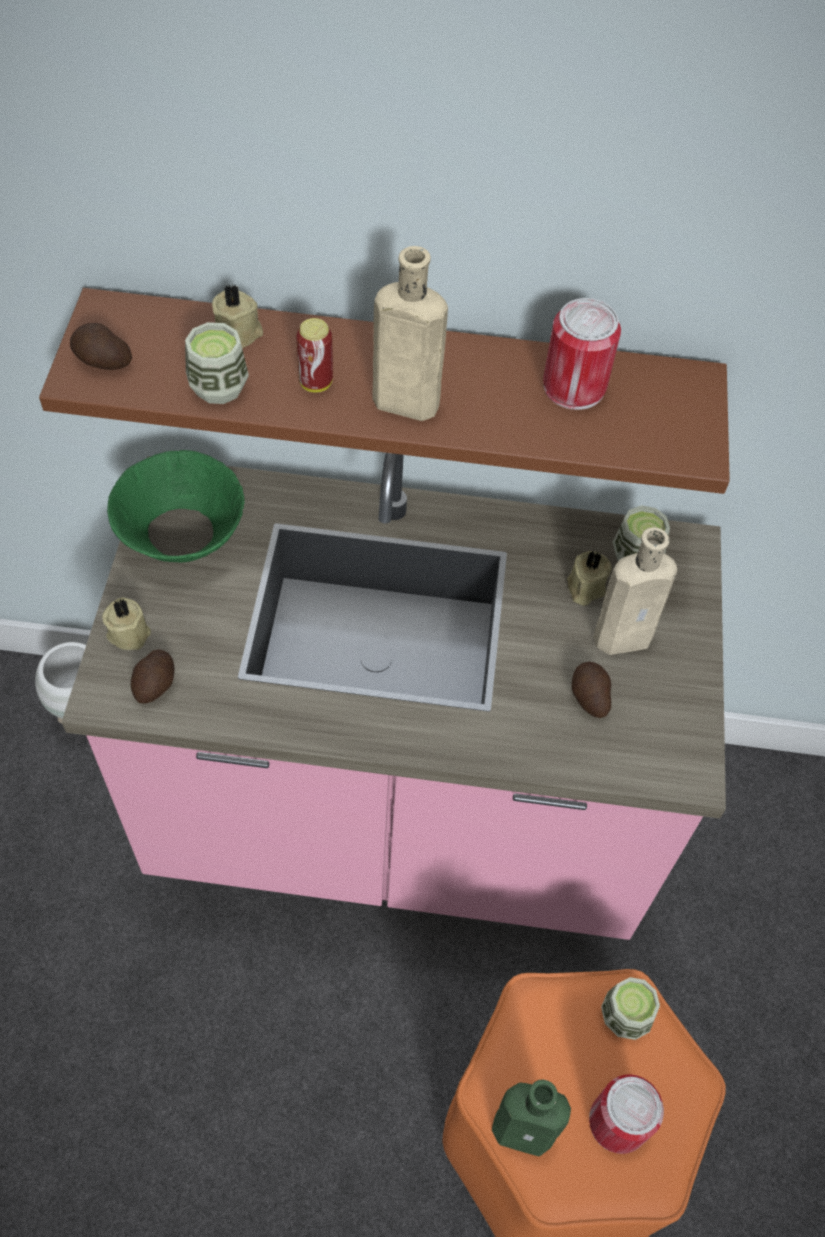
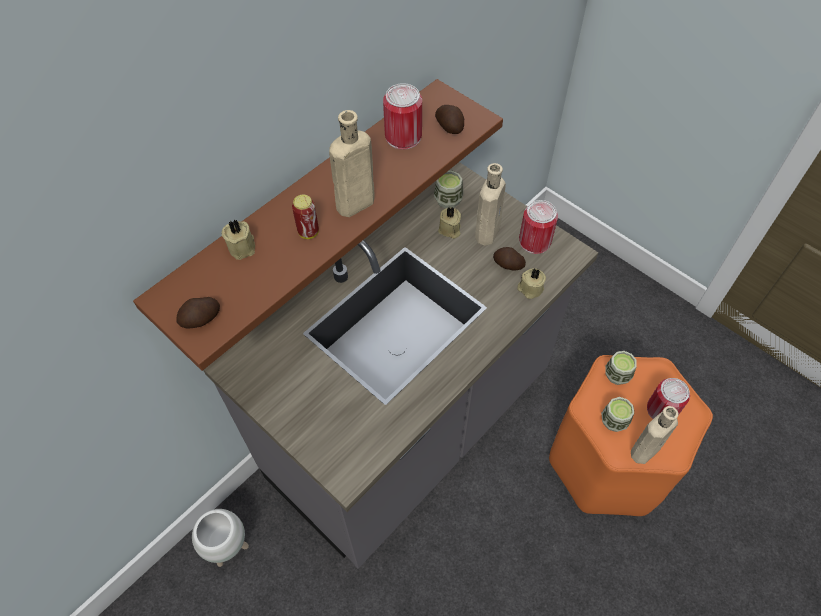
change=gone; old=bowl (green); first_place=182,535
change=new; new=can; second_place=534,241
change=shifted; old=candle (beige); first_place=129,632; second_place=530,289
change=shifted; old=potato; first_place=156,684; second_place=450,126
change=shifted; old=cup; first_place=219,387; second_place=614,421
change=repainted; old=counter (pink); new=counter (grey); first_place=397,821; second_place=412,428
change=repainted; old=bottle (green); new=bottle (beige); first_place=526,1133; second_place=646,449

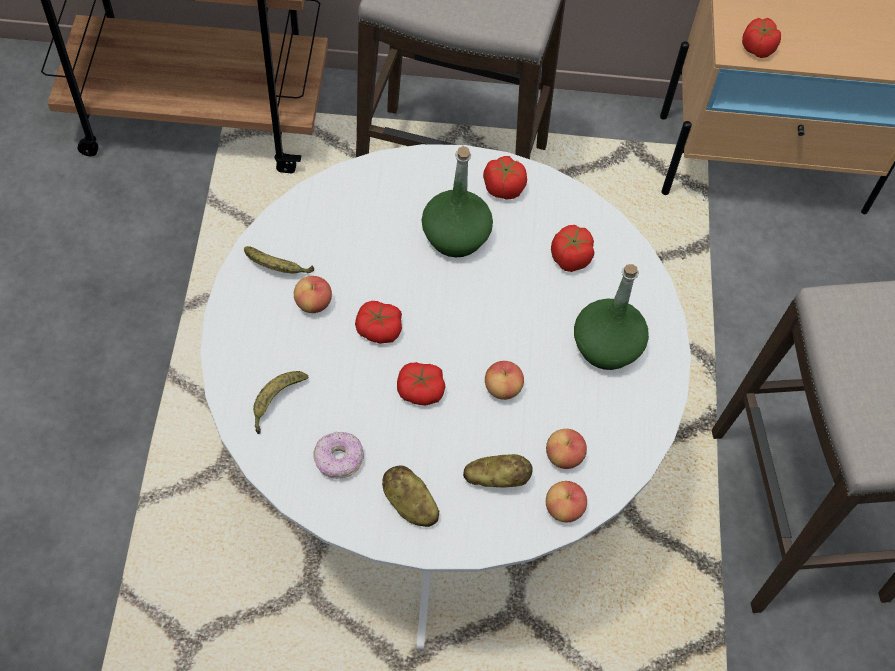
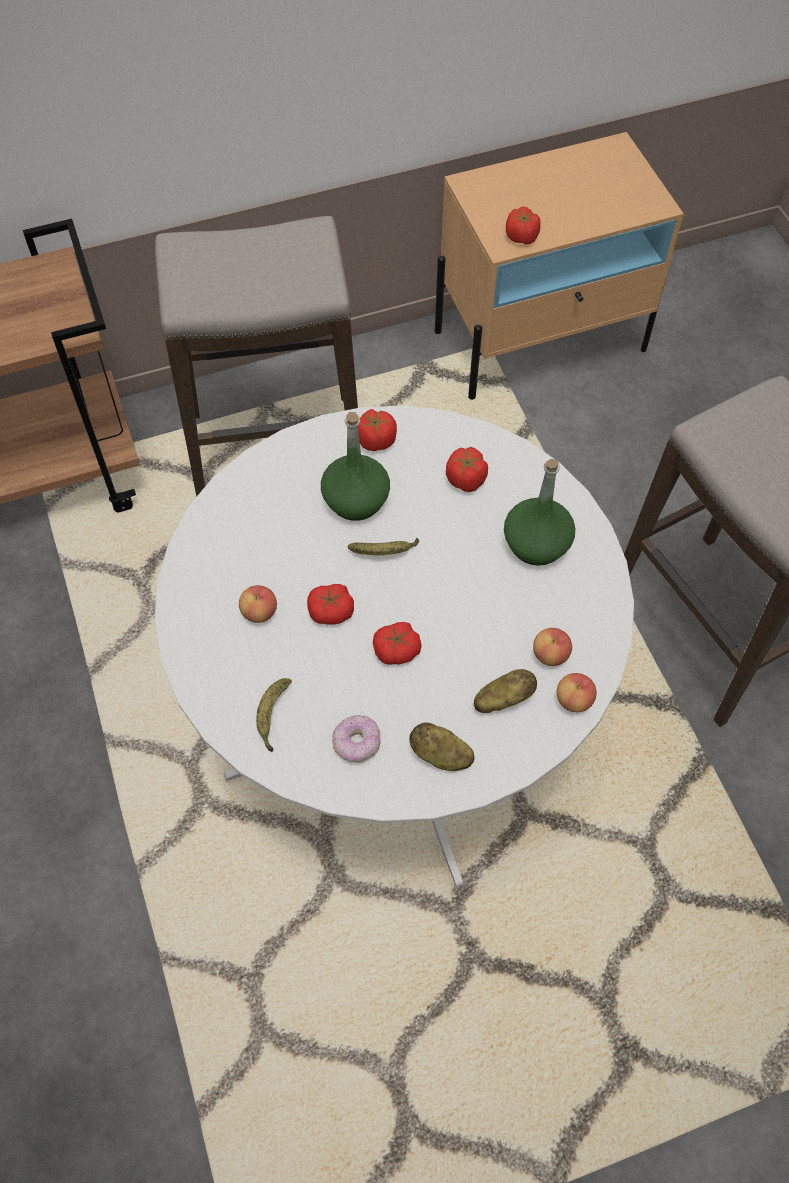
change=gone; old=apple; first_place=502,388
change=shifted; old=banana; first_place=277,268; second_place=385,552

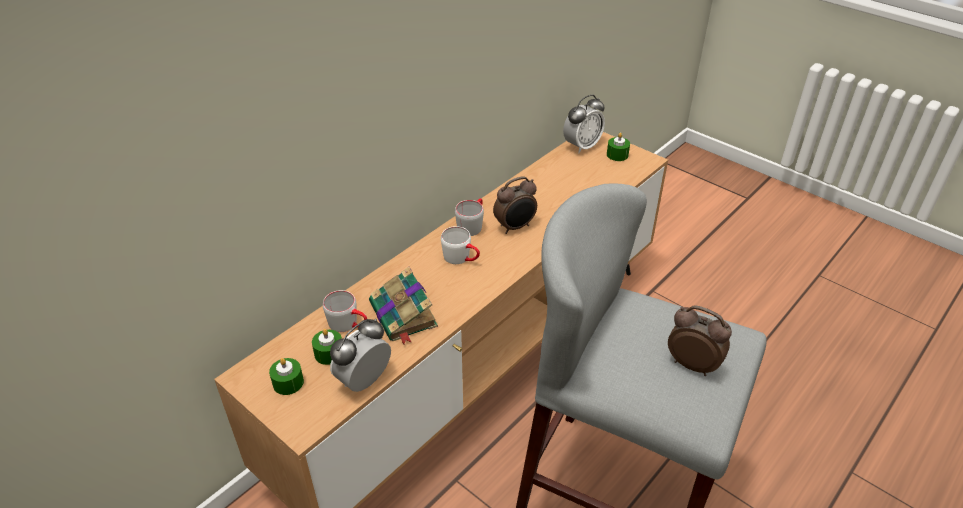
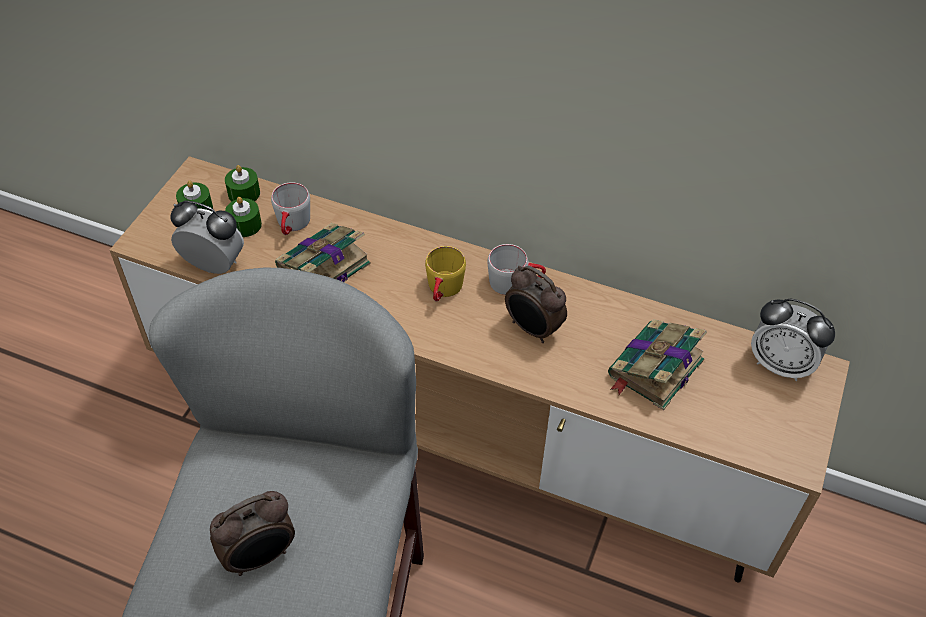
change=new; new=book; second_place=654,369
change=shifted; old=candle (green); first_place=617,155; second_place=244,193
change=repainted; old=mug (white); new=mug (yellow); first_place=462,258; second_place=443,291
change=rotated; old=alarm clock; first_place=692,364; second_place=260,557; degrees=45

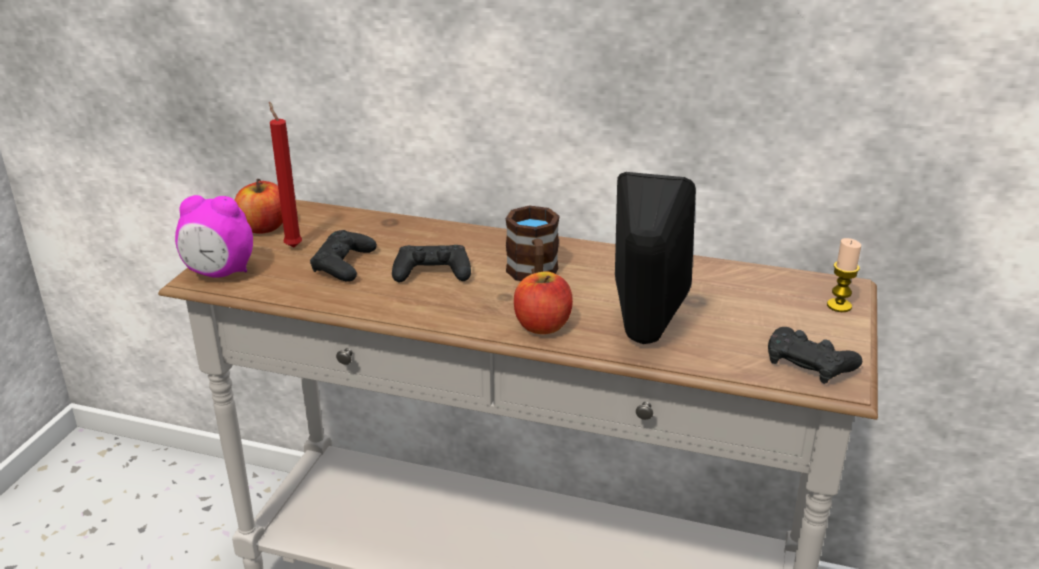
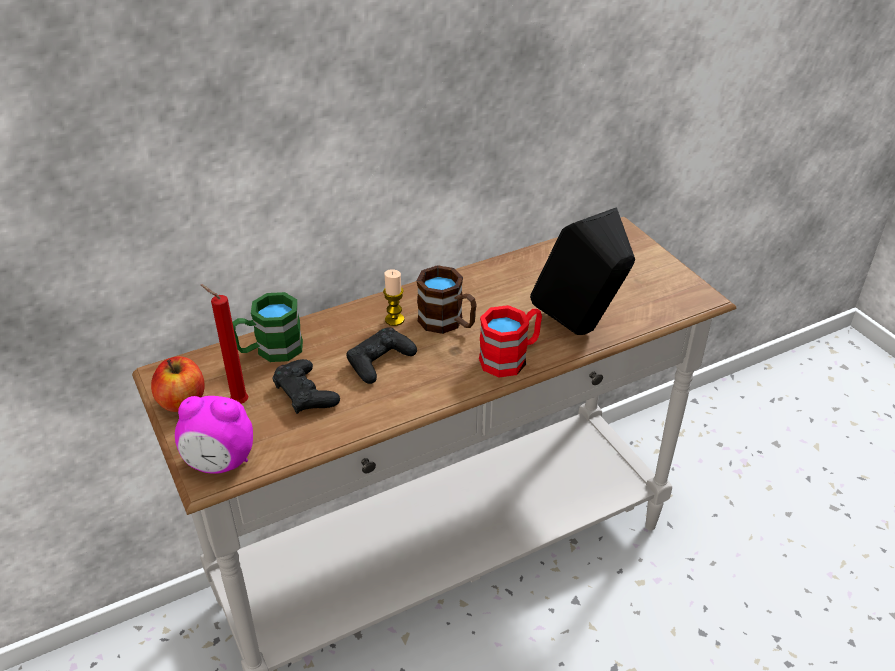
change=gone; old=game controller (black); first_place=809,363
change=new; new=mug (green); second_place=270,350
change=shifted; old=candle; first_place=839,306; second_place=394,320
change=swapped; old=apple; new=mug (red); first_place=542,325; second_place=511,357
change=rotated; old=alarm clock; first_place=219,273; second_place=220,463; degrees=45

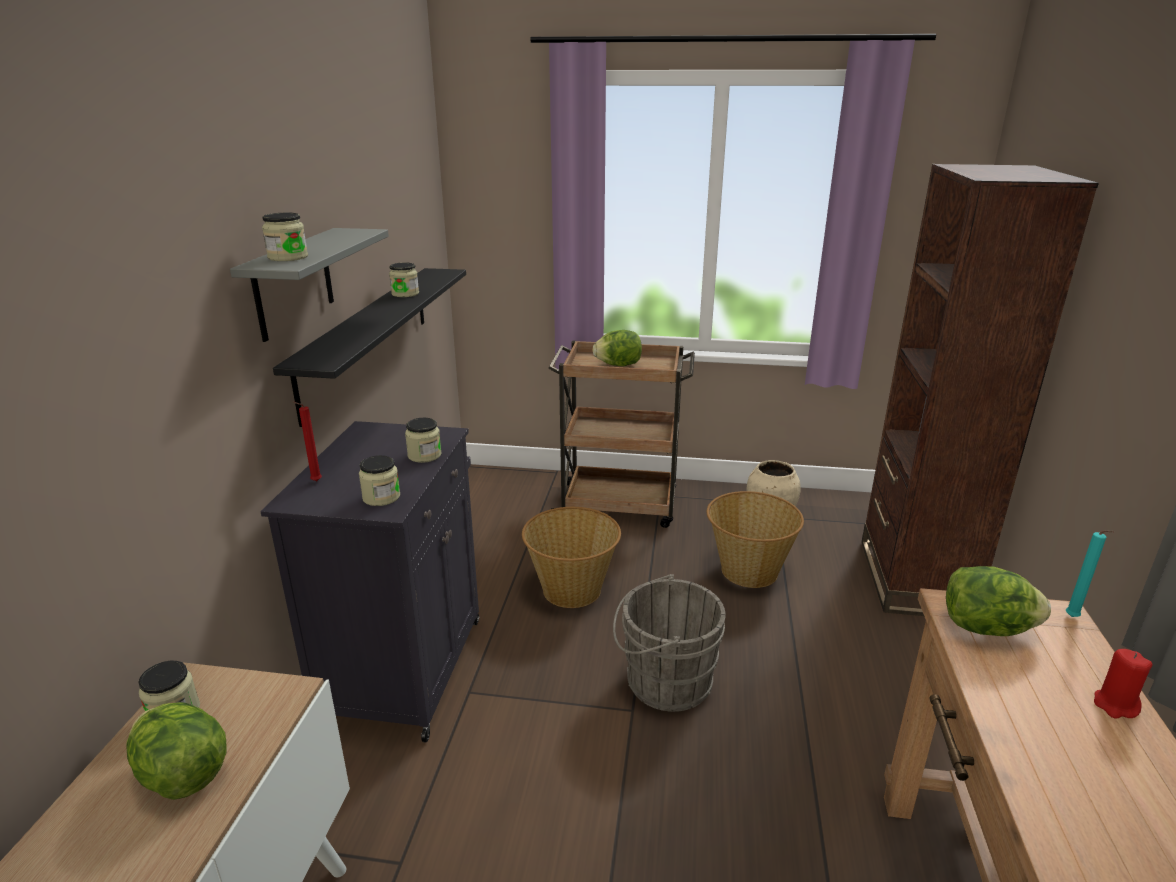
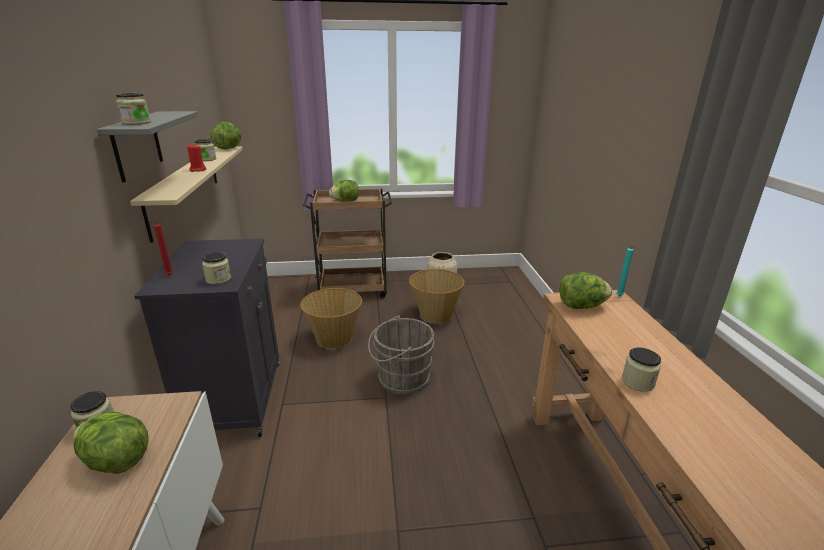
change=gone; old=bookcase (brown); first_place=914,578
change=new; new=lettuce; second_place=229,148
change=shifted; old=jar; first_place=424,455; second_place=637,382
change=shifted; old=candle (red); first_place=1115,705; second_place=197,170
change=repainted; old=shelf (black); new=shelf (beige); first_place=368,337; second_place=185,187

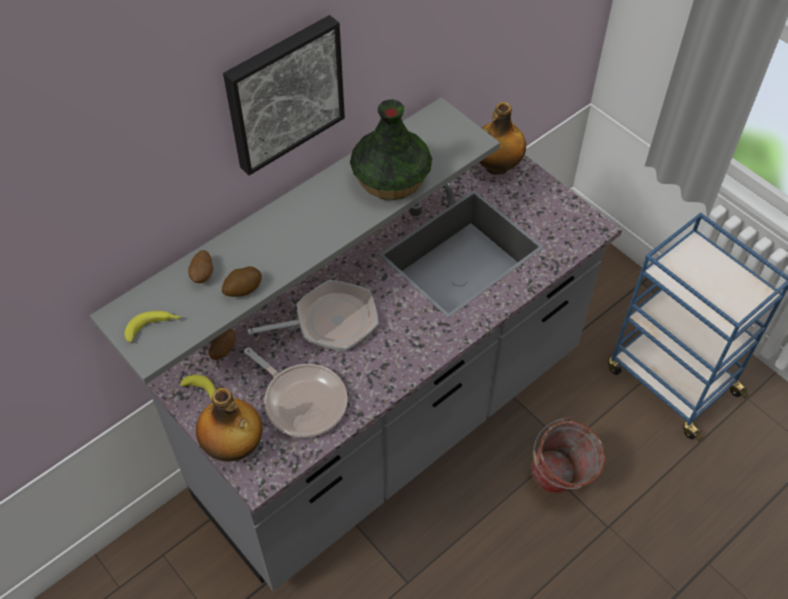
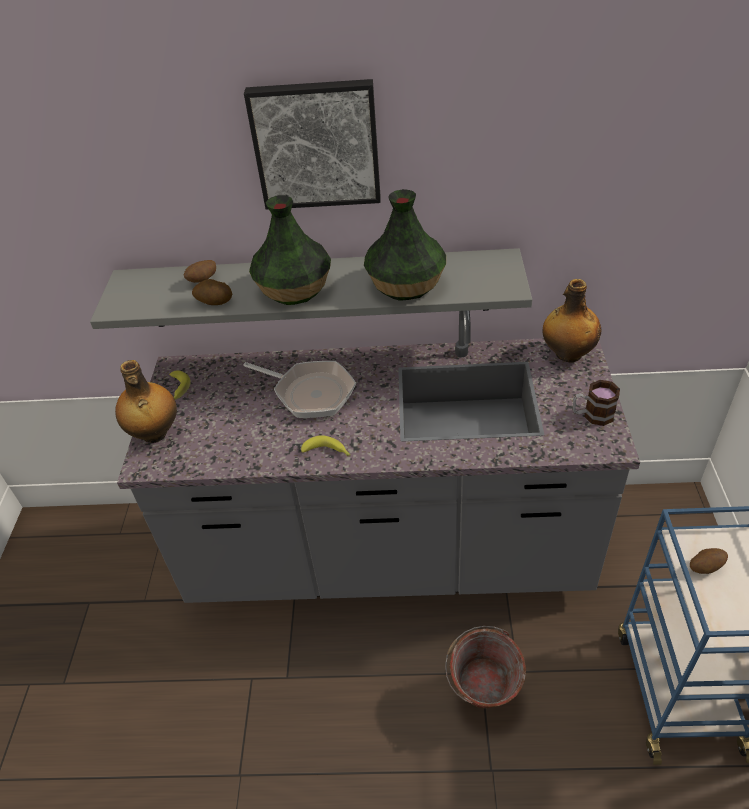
change=gone; old=frying pan; first_place=302,401
change=new; new=vase; second_place=294,289
change=new; new=mug; second_place=592,415
change=shifted; old=banana; first_place=154,327; second_place=328,452
change=shifted; old=potato; first_place=223,350; second_place=705,567

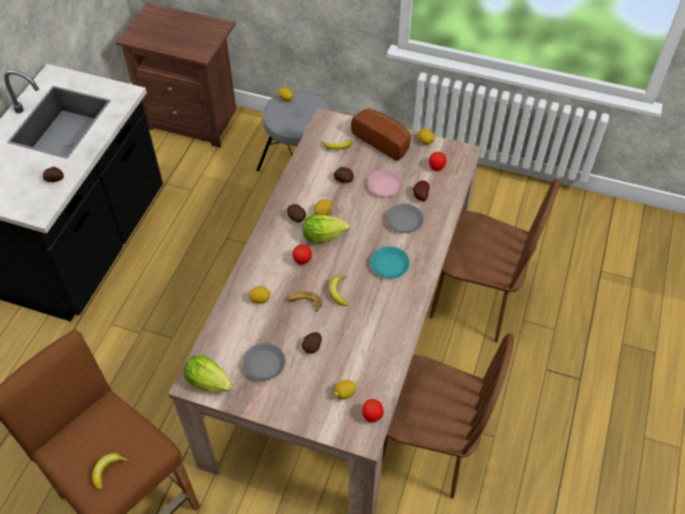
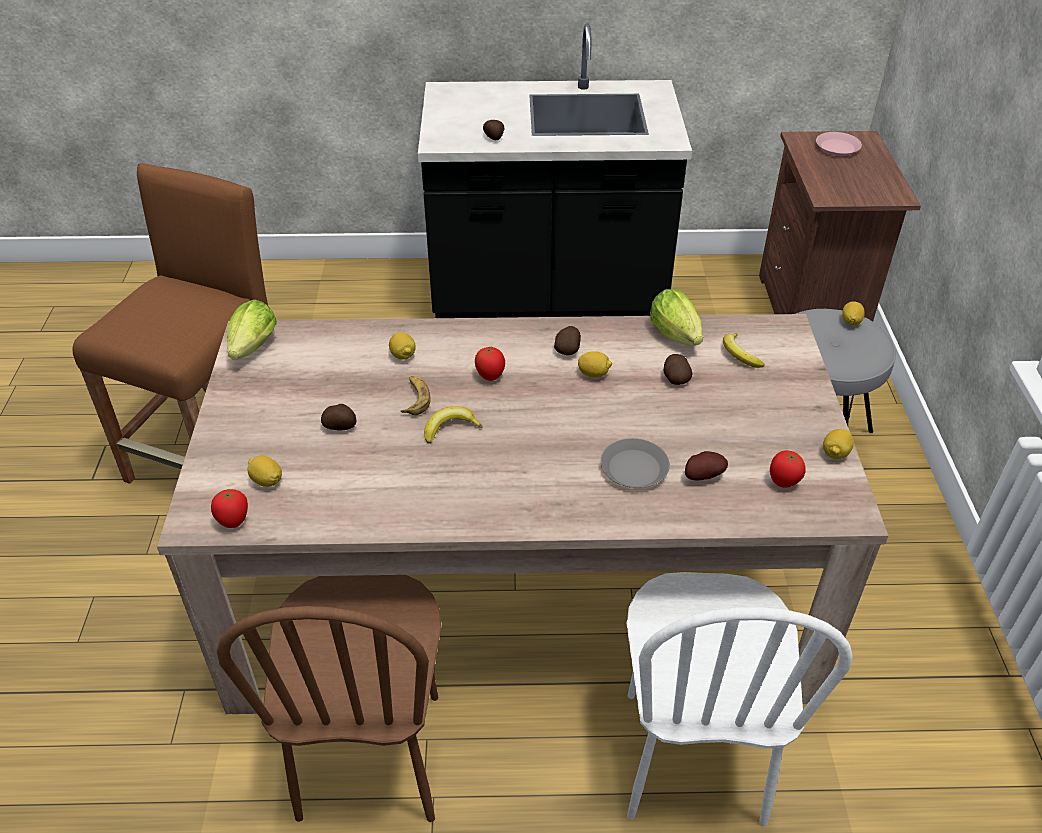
change=gone; old=banana; first_place=108,470
change=gone; old=plate (grey); first_place=264,364
change=gone; old=bread; first_place=383,140
change=gone; old=plate (turquoise); first_place=389,265
change=shifted; old=lettuce; first_place=326,236; second_place=677,337
change=shifted; old=plate (pink); first_place=385,186; second_place=837,148
change=repainted; old=chair (brown); new=chair (white); first_place=473,304; second_place=691,756

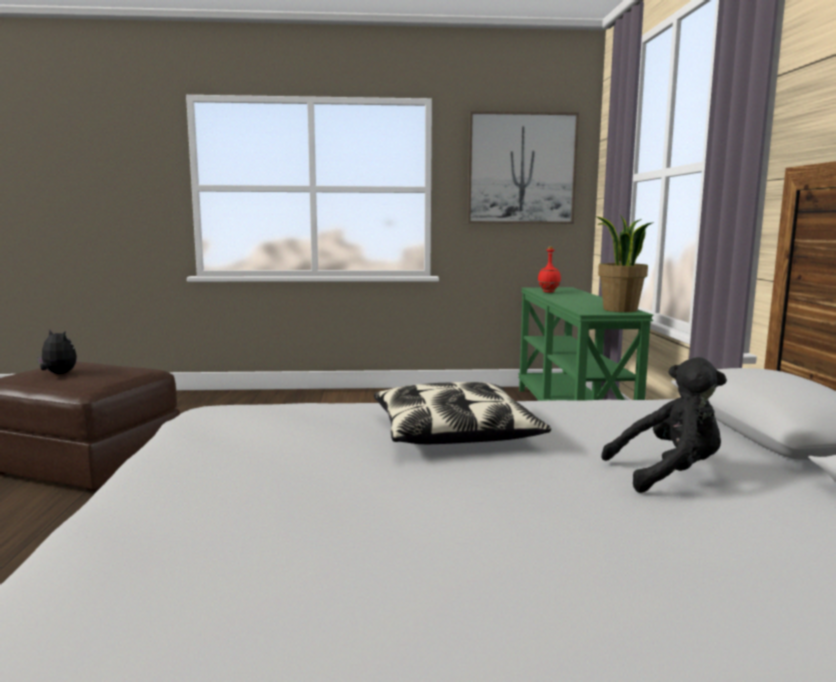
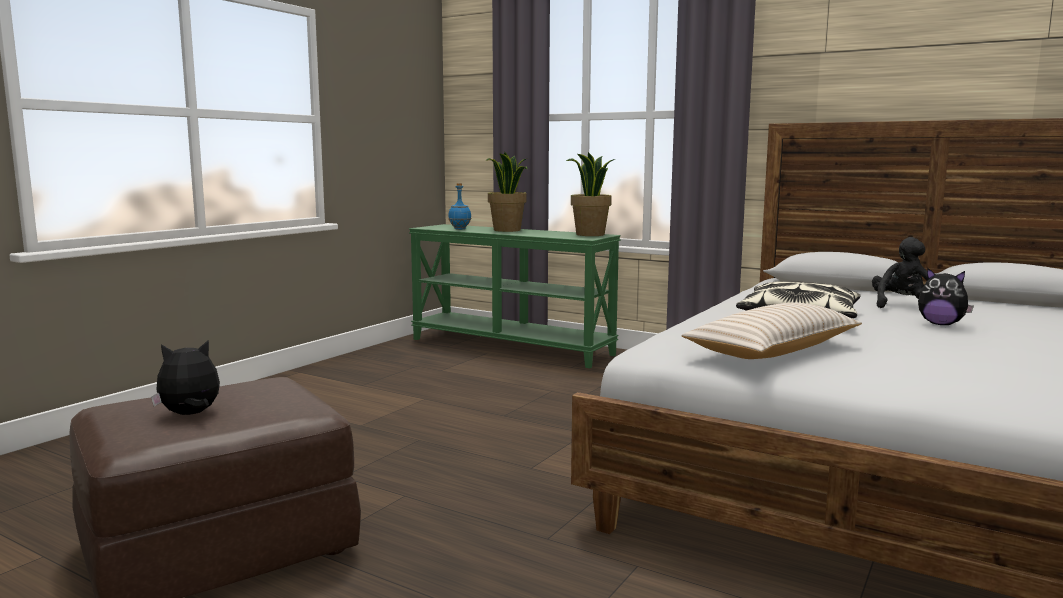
change=gone; old=picture; first_place=521,169
change=new; new=potted plant; second_place=507,230
change=new; new=pillow (beige); second_place=773,350
change=new; new=plush toy; second_place=941,324
change=repainted; old=bottle (red); new=bottle (blue); first_place=548,292; second_place=460,229

